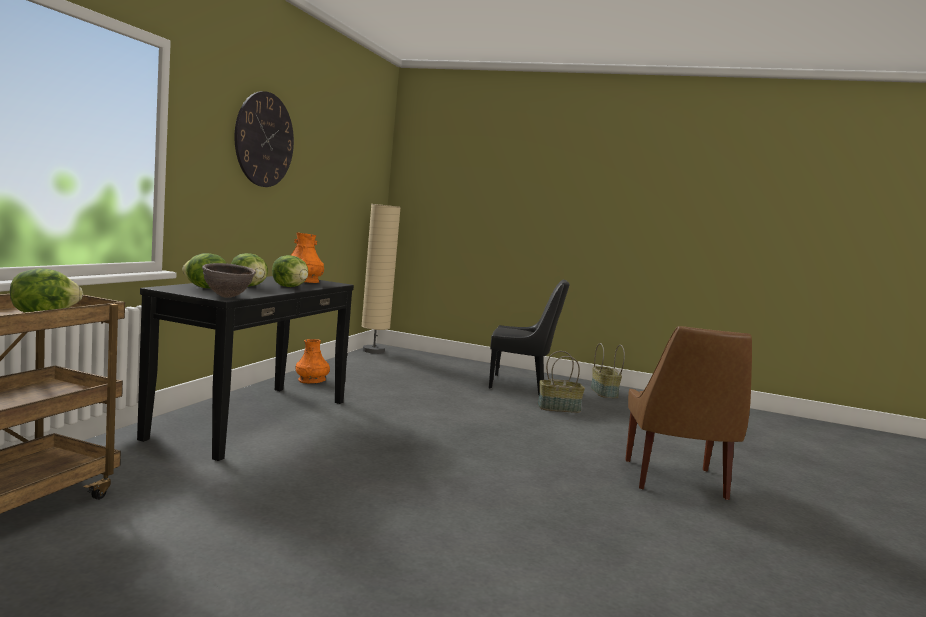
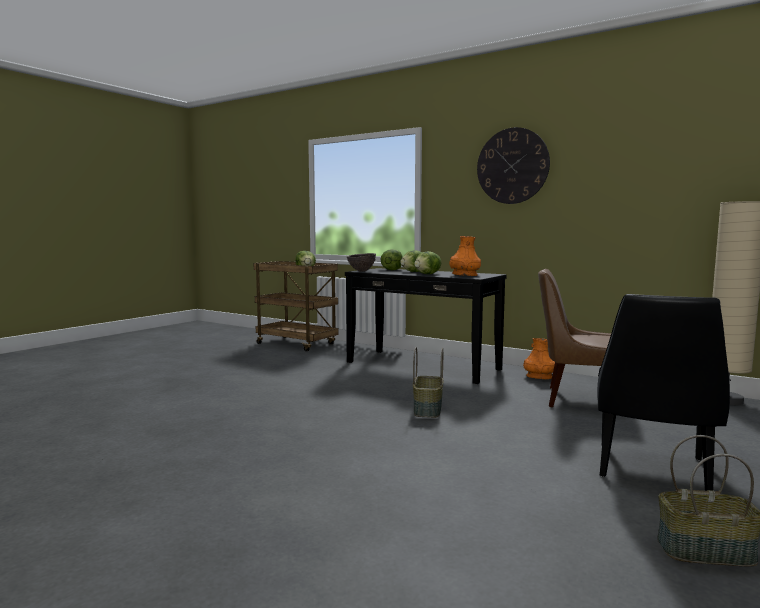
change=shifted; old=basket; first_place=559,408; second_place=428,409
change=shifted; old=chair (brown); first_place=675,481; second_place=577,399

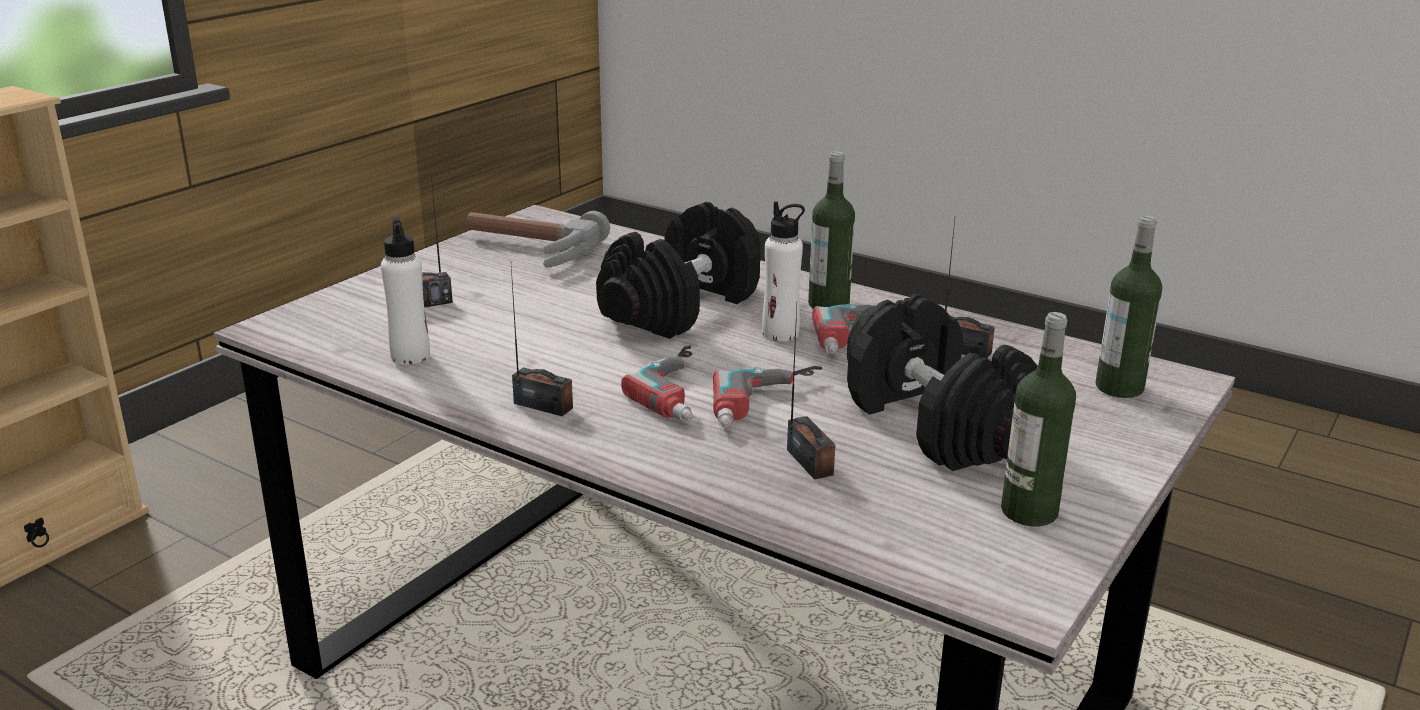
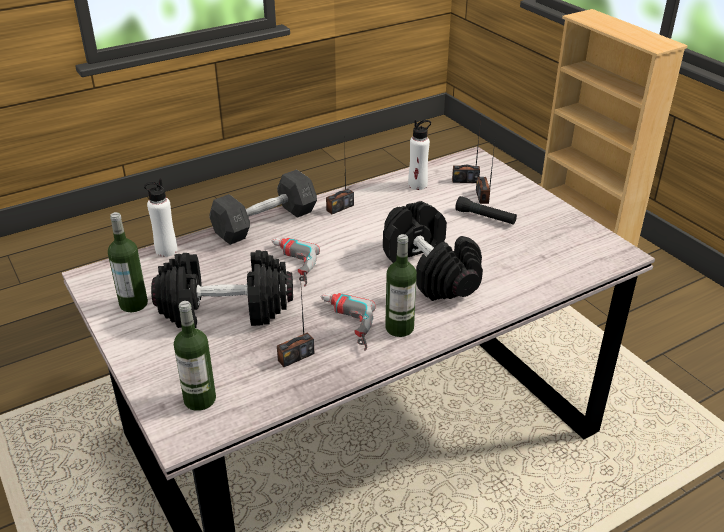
change=gone; old=hammer; first_place=526,250
change=gone; old=power drill; first_place=686,391
change=new; new=dumbbell (grey); second_place=265,223
change=new; new=flashlight (black); second_place=485,217
change=shifted; old=bottle (white); first_place=780,333; second_place=166,250
change=shifted; old=radio; first_place=809,462; second_place=465,180

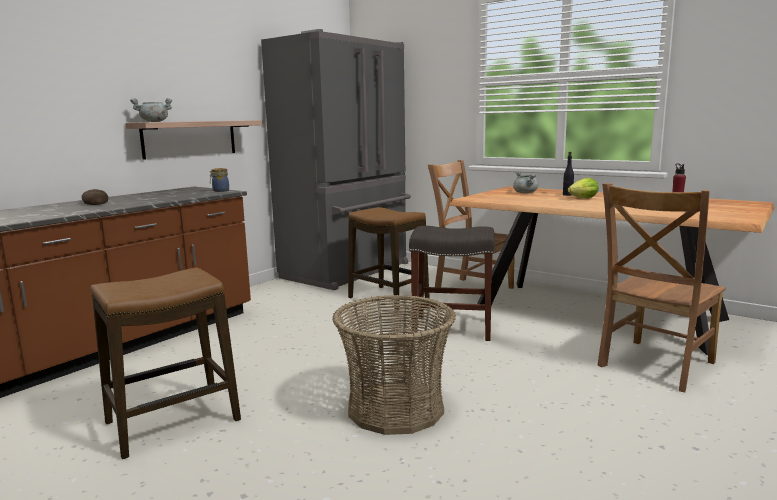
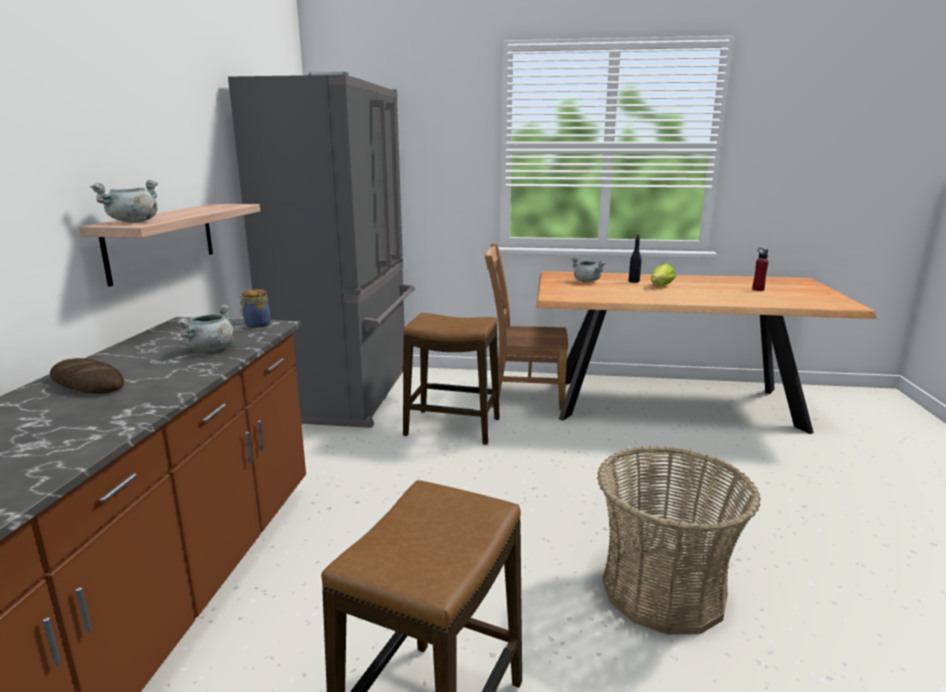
change=gone; old=stool (grey); first_place=453,328
change=gone; old=chair (brown); first_place=654,365
change=new; new=cooking pot (grey); second_place=211,349

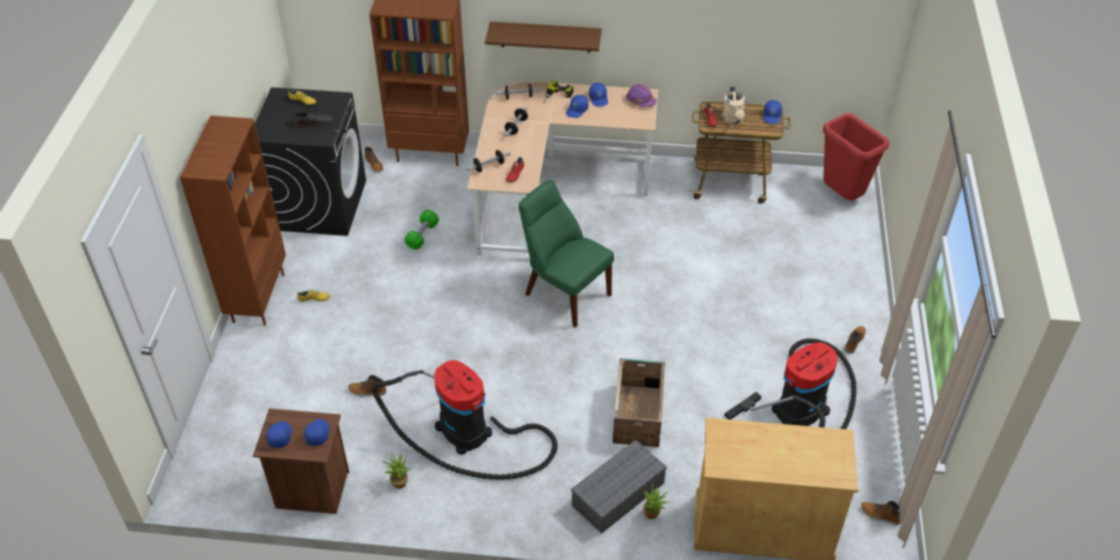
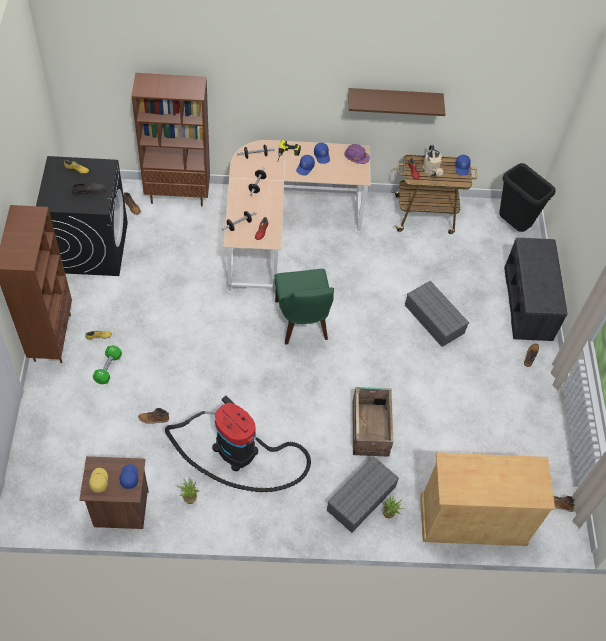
change=gone; old=vacuum cleaner; first_place=803,406
change=new; new=storage box (grey); second_place=435,319
change=new; new=bench (grey); second_place=529,304
change=shifted; old=dumbbell (green); first_place=422,235; second_place=108,368
change=shifted; old=shelf (brown); first_place=545,37; second_place=394,99
change=repainted; old=cap (blue); new=cap (yellow); first_place=279,436; second_place=98,481
change=repainted; old=trash can (red); new=trash can (black); first_place=840,196; second_place=512,225
change=rotated; old=chair (green); first_place=564,293; second_place=302,322; degrees=-135

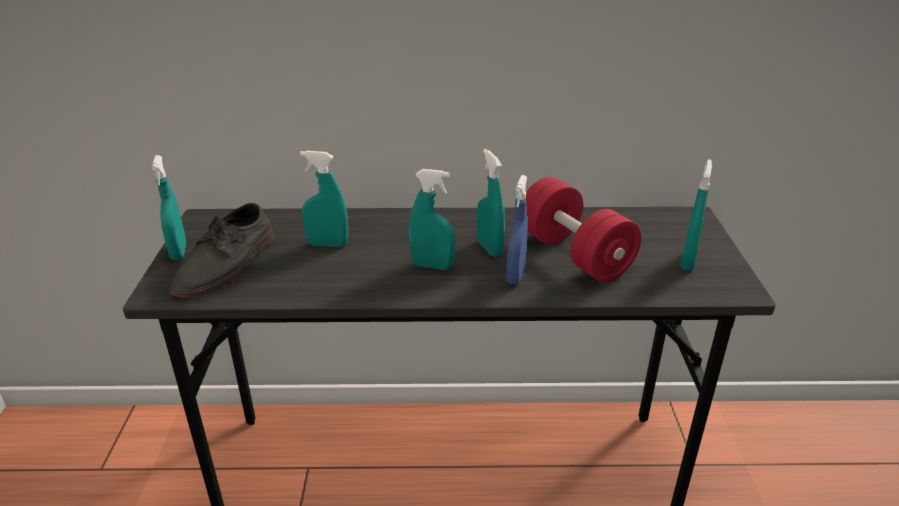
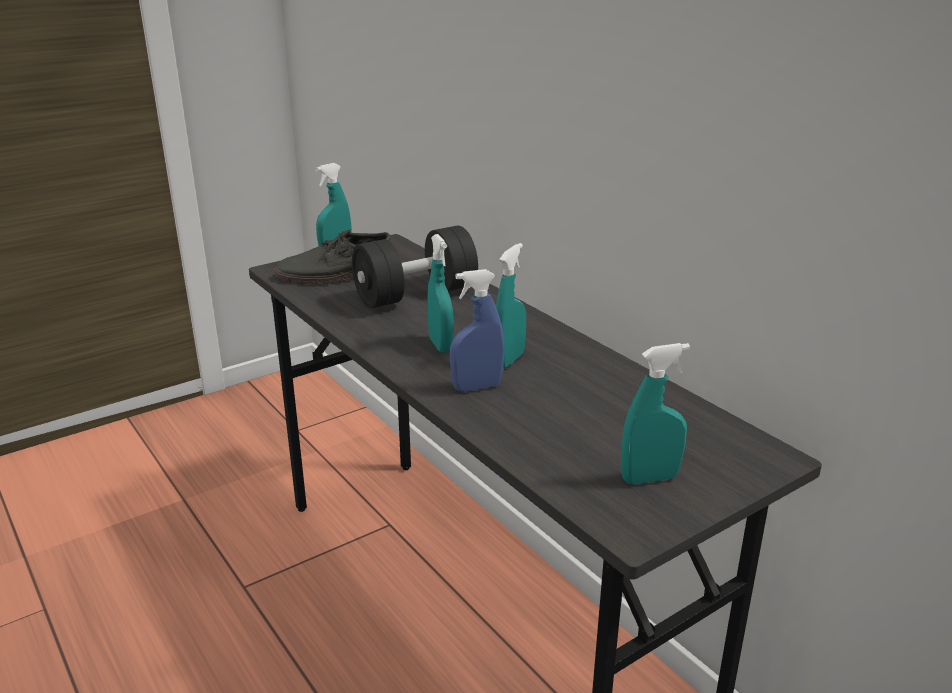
change=gone; old=dumbbell (red); first_place=574,254
change=swapped; old=spray bottle (turquoise); new=dumbbell (black); first_place=327,244; second_place=416,295

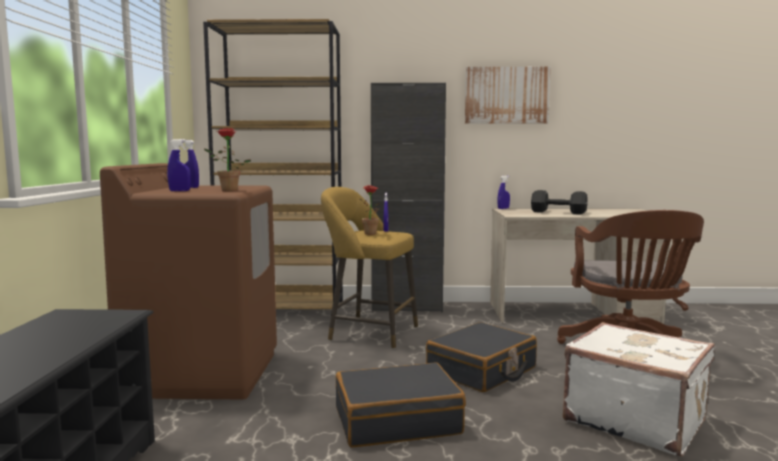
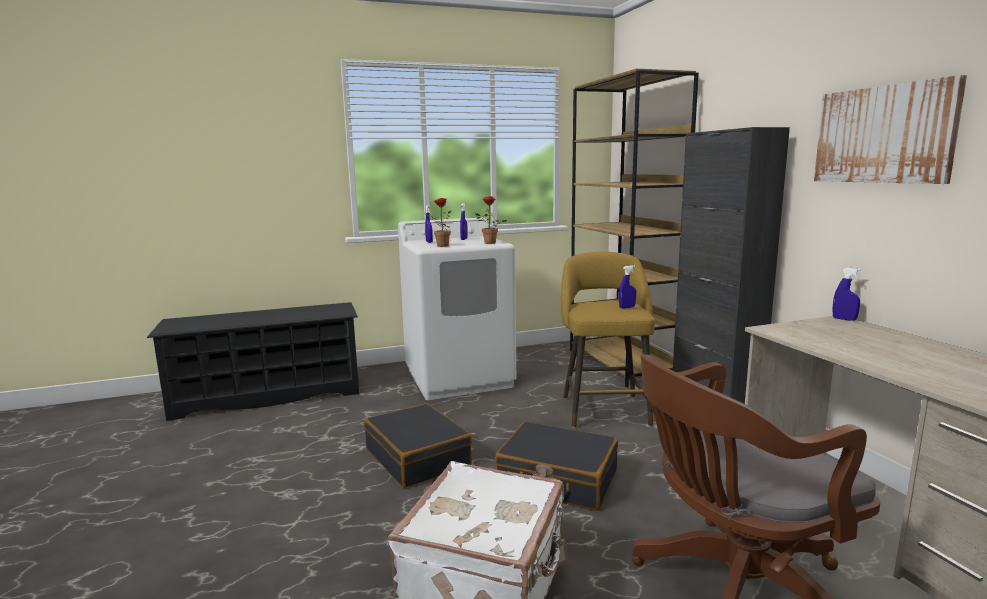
change=gone; old=dumbbell (black); first_place=557,212
change=shifted; old=potted plant; first_place=372,234; second_place=489,243
change=repainted; old=washing machine (brown); new=washing machine (white); first_place=203,373; second_place=459,377

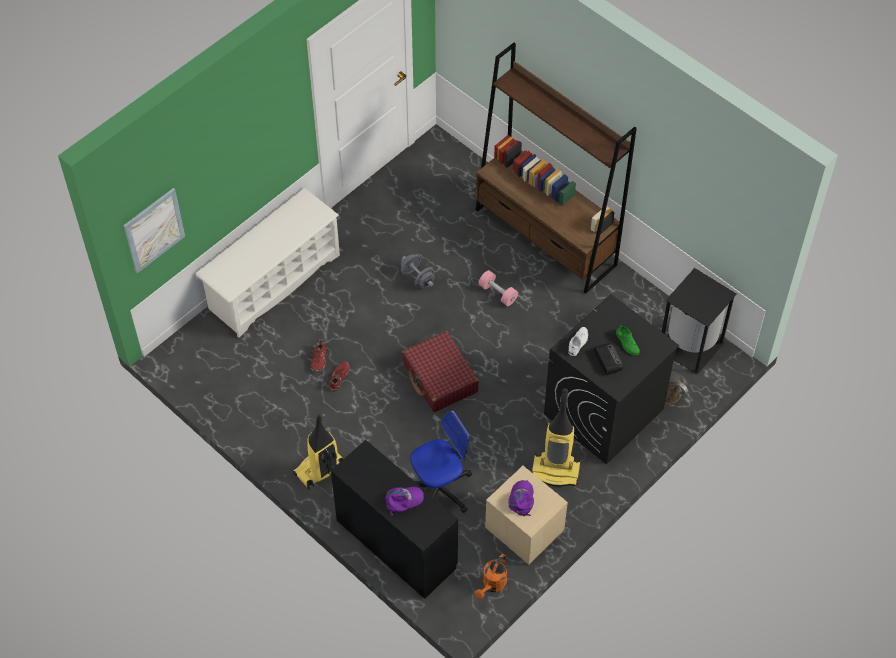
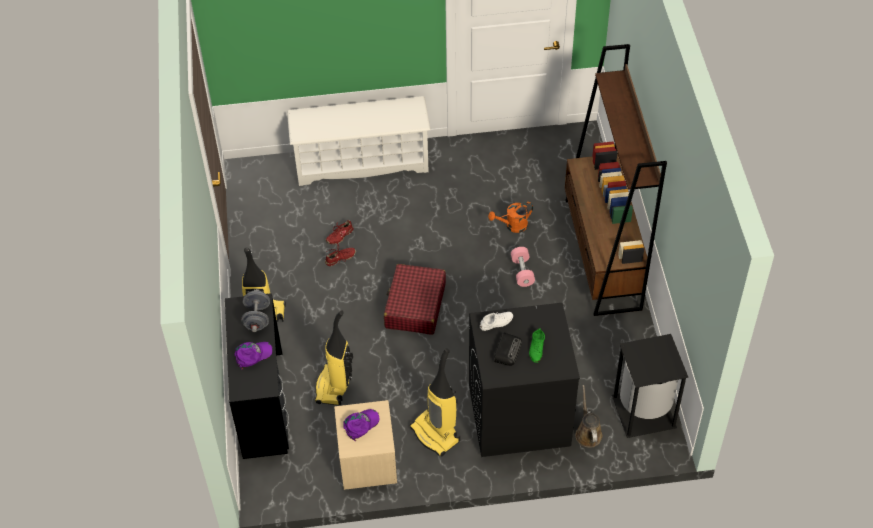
change=gone; old=picture; first_place=154,230
change=shifted; old=dumbbell (grey); first_place=417,278; second_place=257,318
change=shifted; old=watering can (orange); first_place=492,585; second_place=512,226
change=swapped; old=office chair; new=vacuum cleaner; first_place=440,488; second_place=334,386
change=rotated; old=cap (purple); first_place=403,500; second_place=253,355; degrees=-45

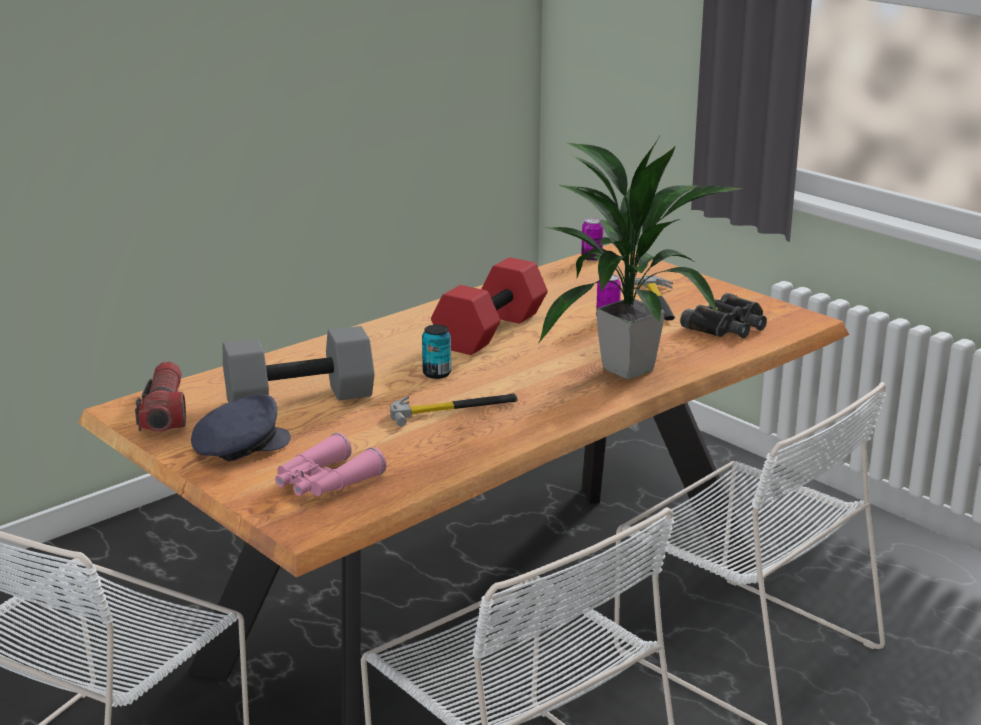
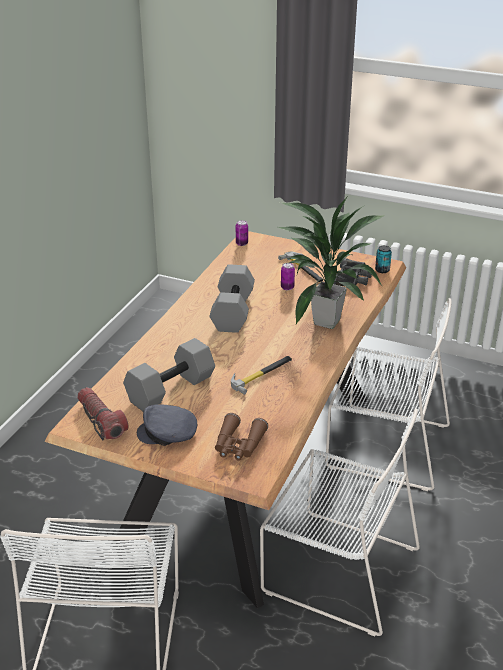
change=shifted; old=can; first_place=437,374; second_place=382,270
change=repainted; old=binoculars (pink); new=binoculars (brown); first_place=325,482; second_place=238,445
change=repainted; old=dumbbell (red); new=dumbbell (grey); first_place=489,330; second_place=231,311
change=rotated; old=cap (grey); first_place=239,446; second_place=168,433; degrees=-120

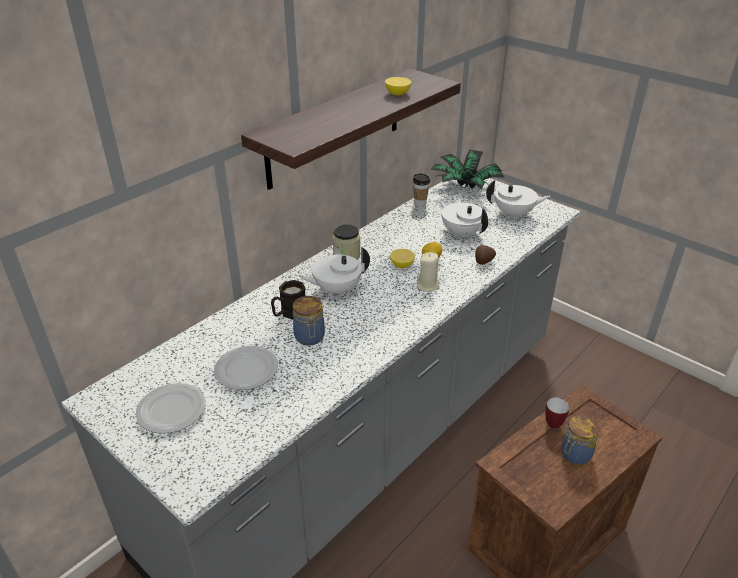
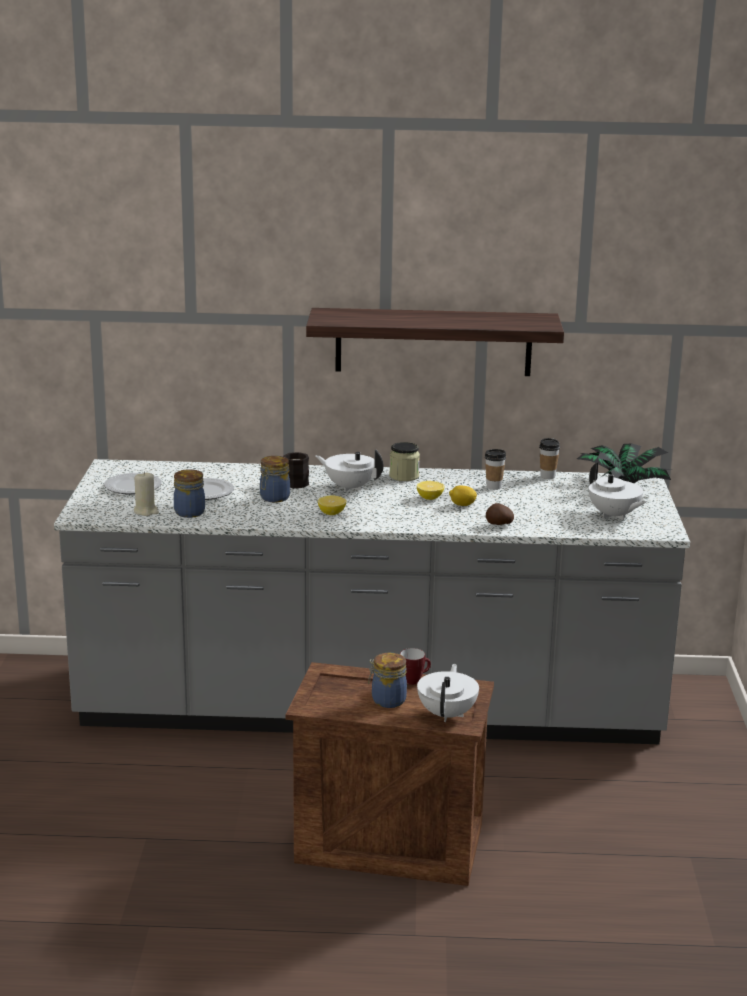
change=new; new=jar; second_place=190,512
change=new; new=cup; second_place=493,487
change=shifted; old=lemon; first_place=397,93; second_place=331,513
change=shifted; old=candle (beige); first_place=428,285; second_place=146,511
change=shifted; old=teapot (white); first_place=461,233; second_place=447,714

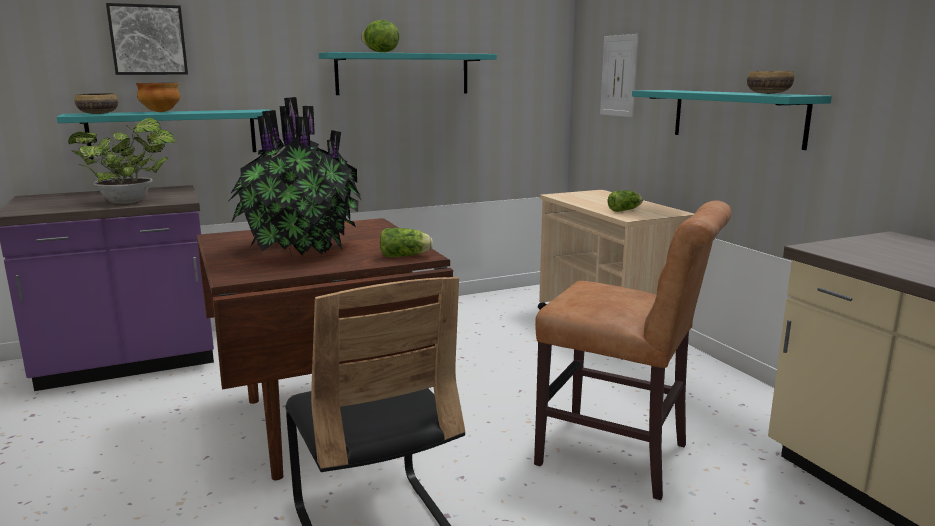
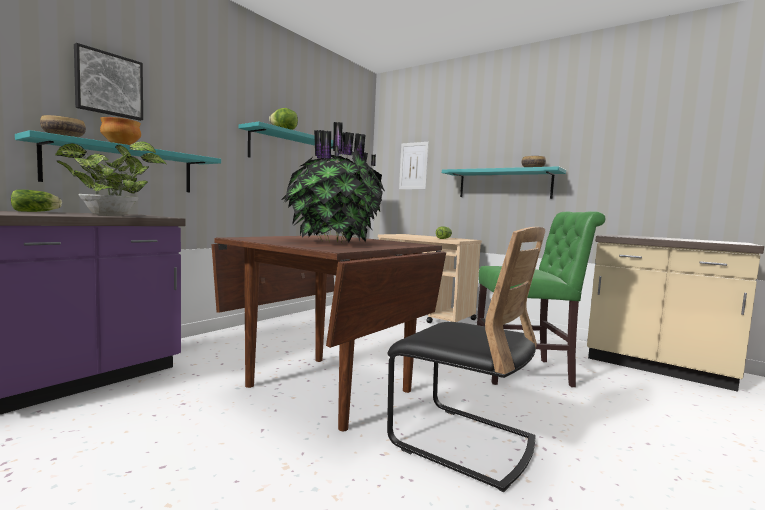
change=shifted; old=lettuce; first_place=406,256; second_place=37,212
change=repainted; old=chair (brown); new=chair (green); first_place=620,457; second_place=526,372

